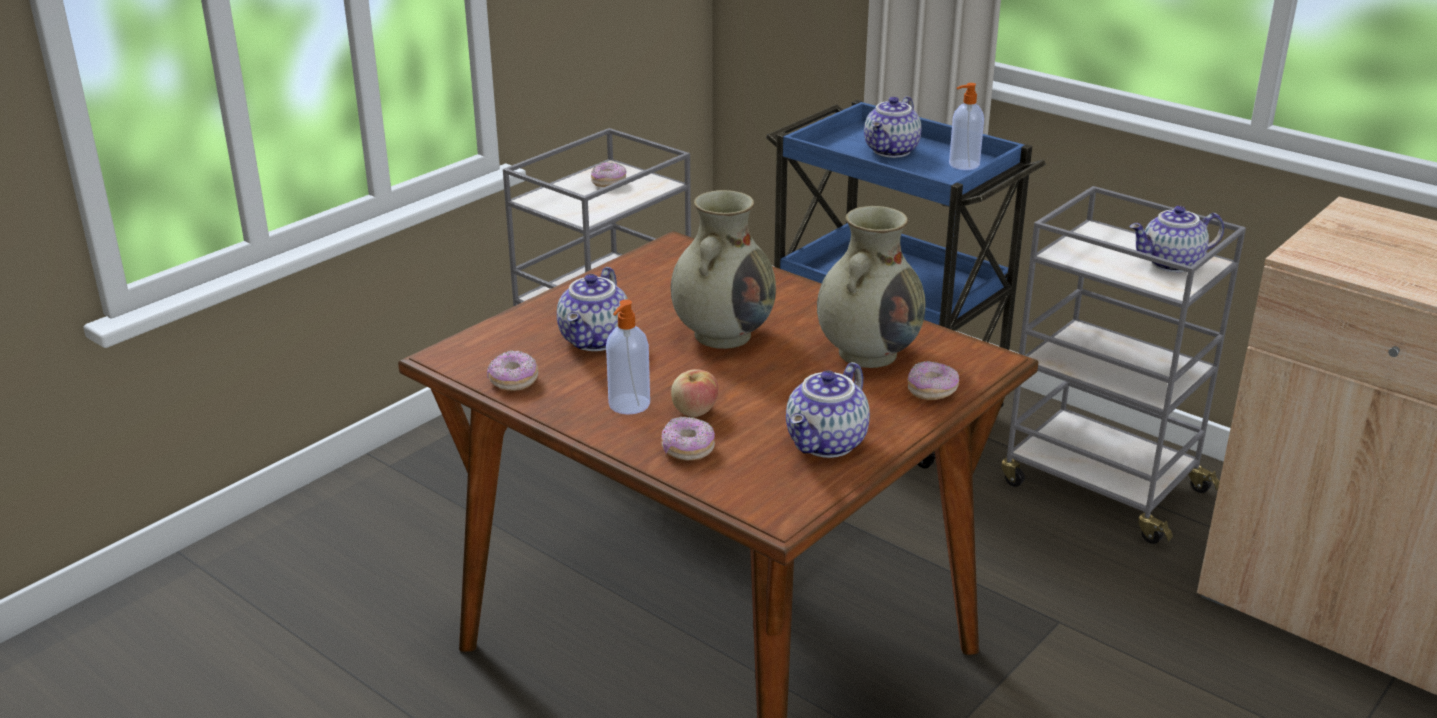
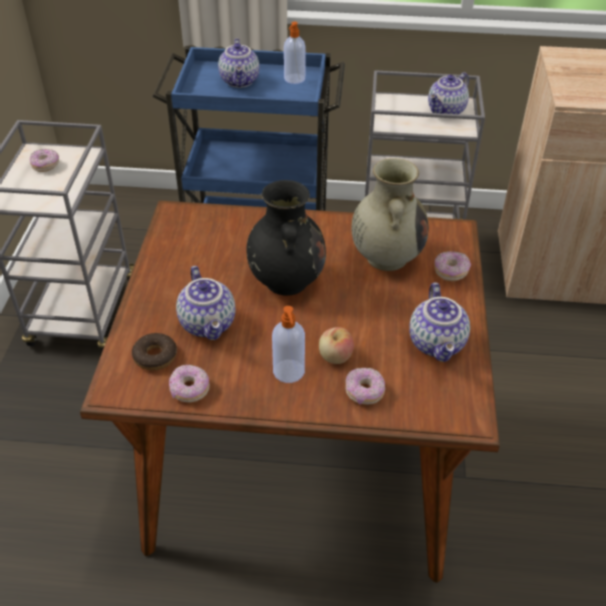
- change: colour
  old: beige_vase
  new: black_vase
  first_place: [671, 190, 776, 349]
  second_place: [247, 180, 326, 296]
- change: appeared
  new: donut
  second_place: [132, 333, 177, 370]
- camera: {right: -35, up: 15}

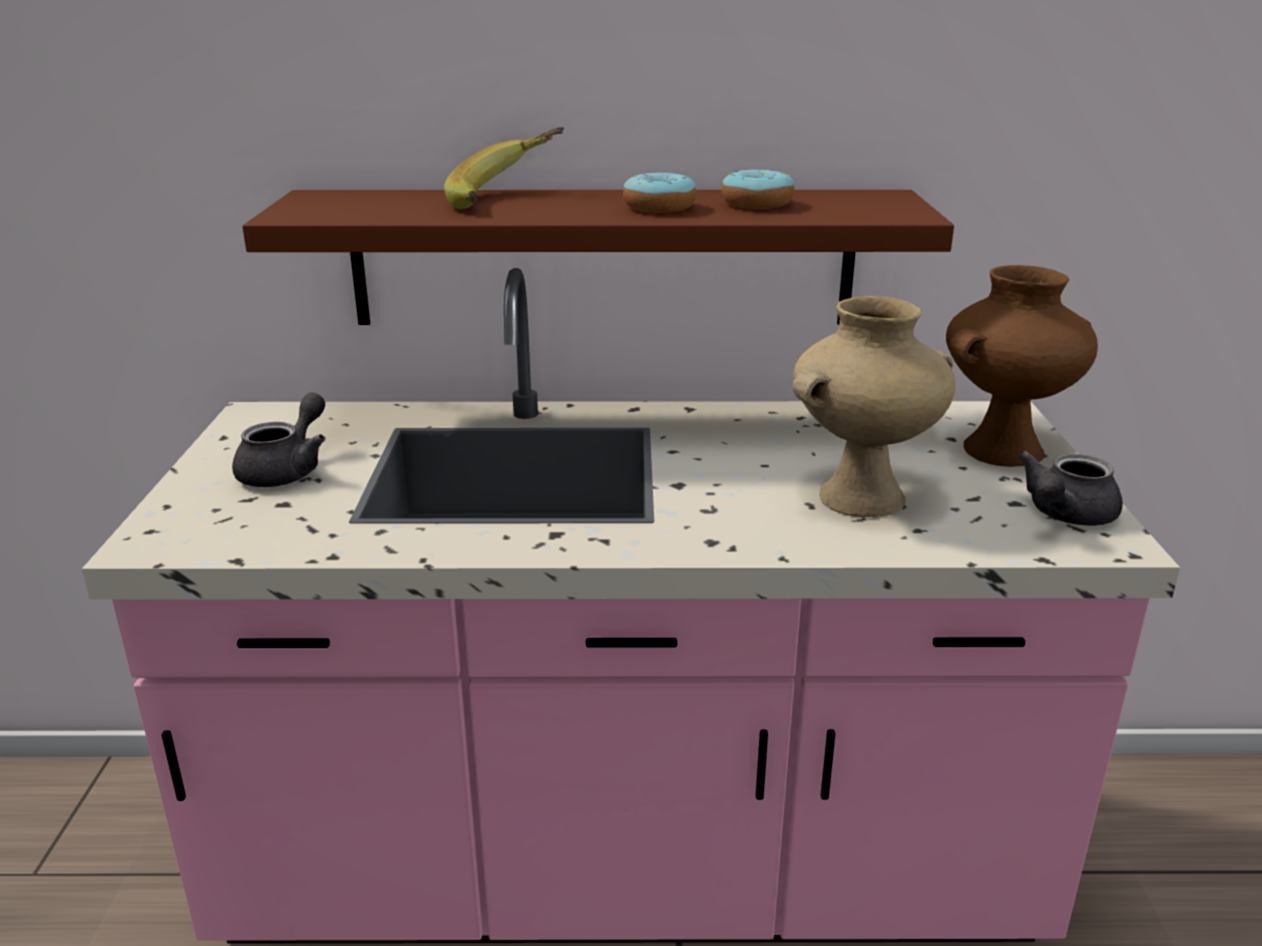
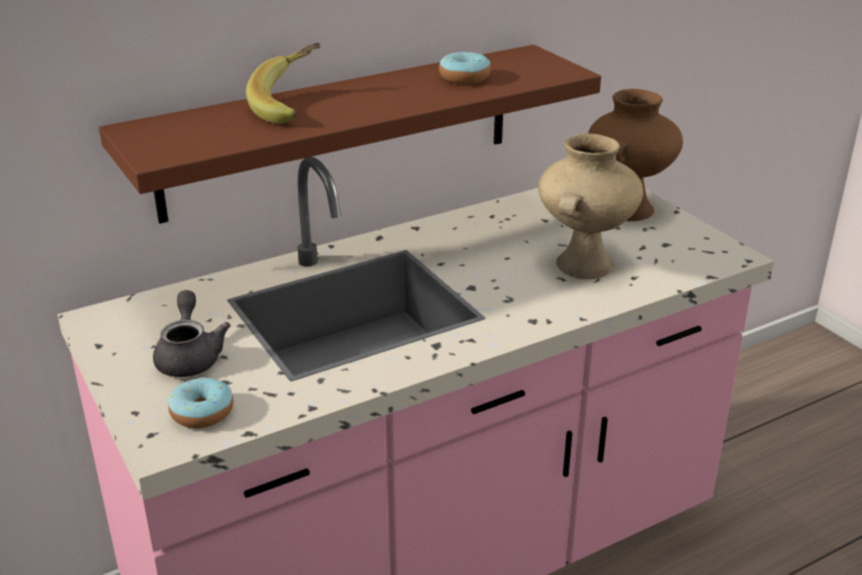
- change: relocated
  old: donut
  first_place: [623, 172, 697, 213]
  second_place: [168, 377, 233, 428]
- change: missing
  old: grey_teapot
  first_place: [1018, 451, 1123, 526]
- camera: {right: -30, up: 5}

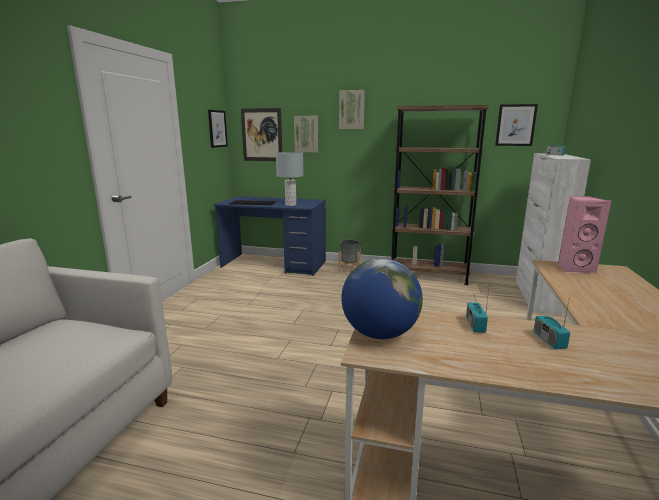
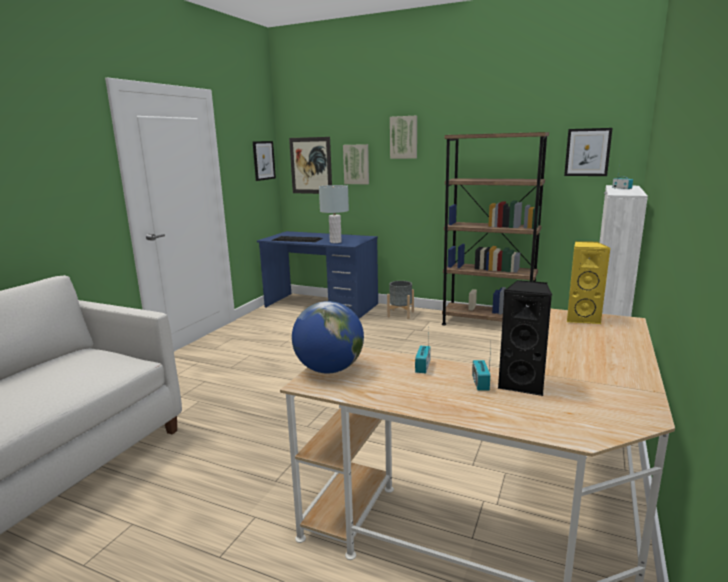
- change: colour
  old: pink_speaker
  new: yellow_speaker
  first_place: [558, 196, 612, 273]
  second_place: [567, 241, 610, 325]
- change: appeared
  new: black_speaker
  second_place: [497, 280, 552, 396]
- camera: {right: 10, up: 0}

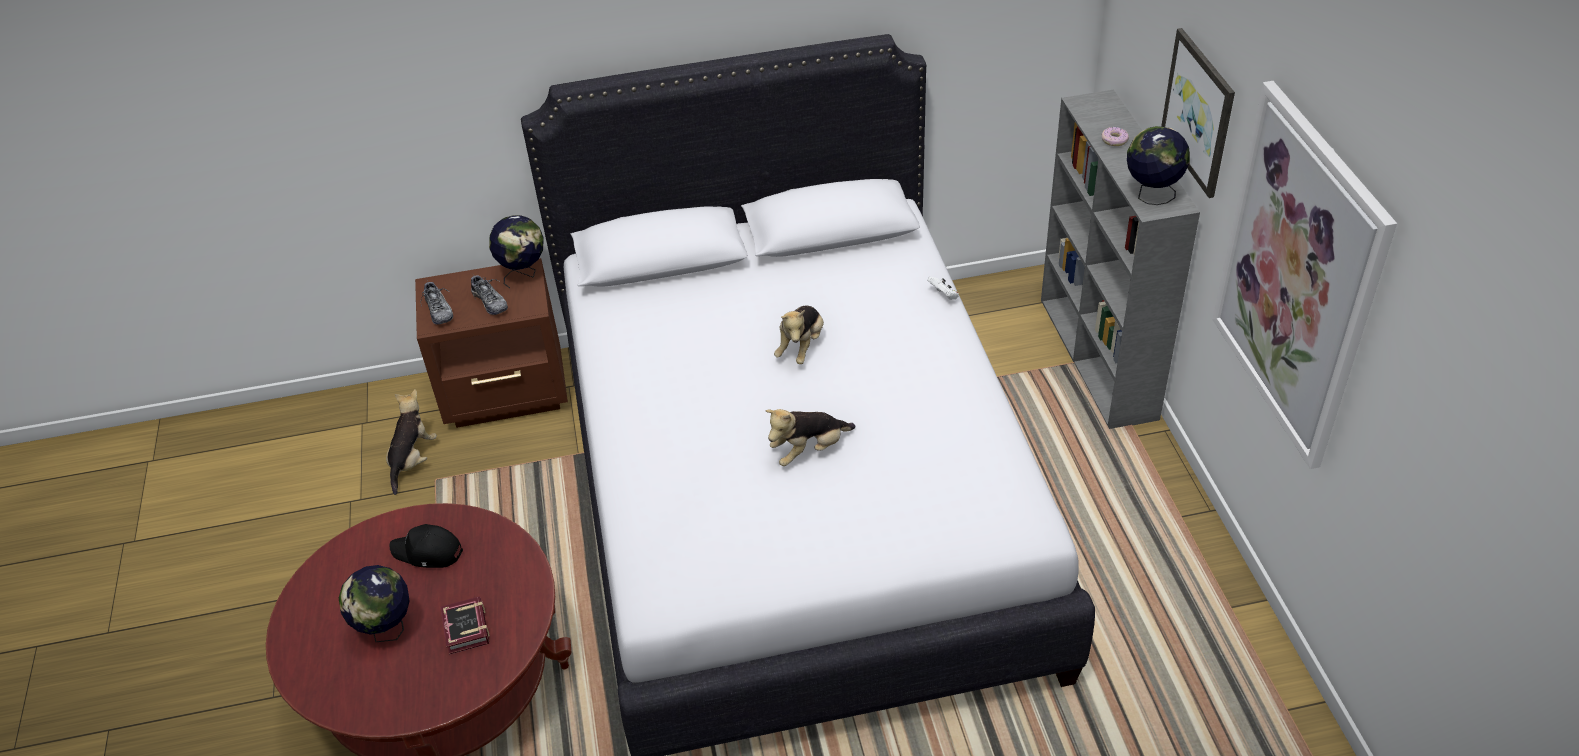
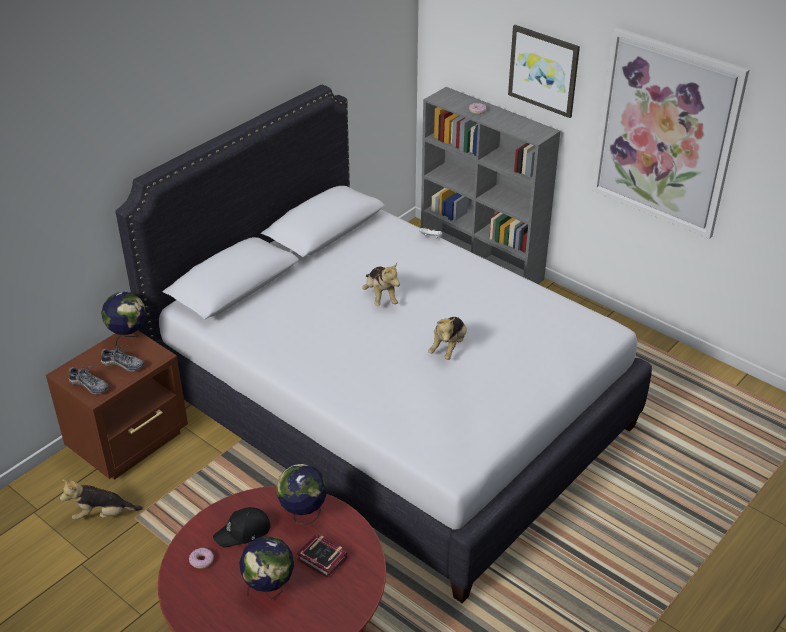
- change: spun
  old: plush_toy
  first_place: [386, 389, 437, 495]
  second_place: [60, 479, 143, 520]
  degrees: -75
- change: relocated
  old: globe
  first_place: [1127, 126, 1190, 205]
  second_place: [276, 464, 327, 525]
- change: appeared
  new: donut
  second_place: [189, 548, 214, 569]
- camera: {right: -40, up: -5}

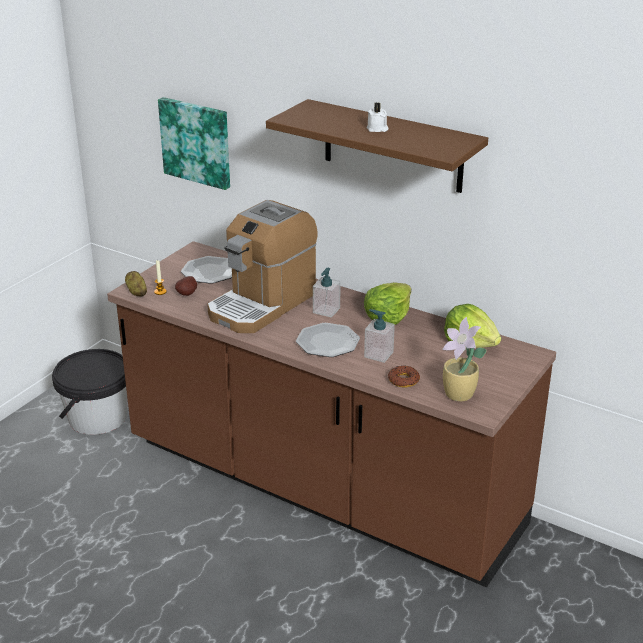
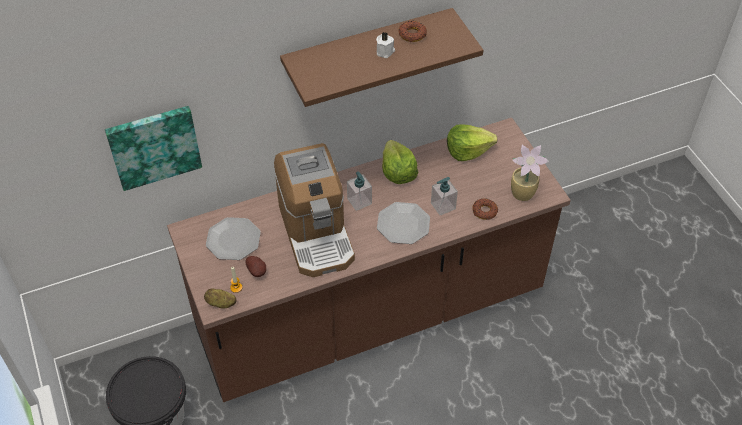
- change: appeared
  new: donut
  second_place: [399, 21, 427, 42]
- camera: {right: -55, up: 20}

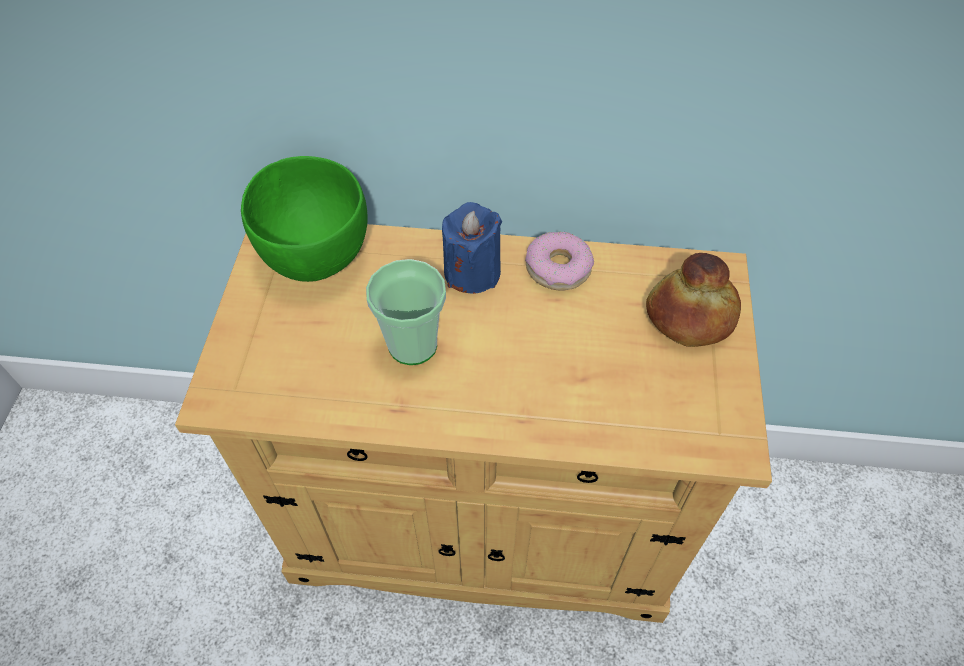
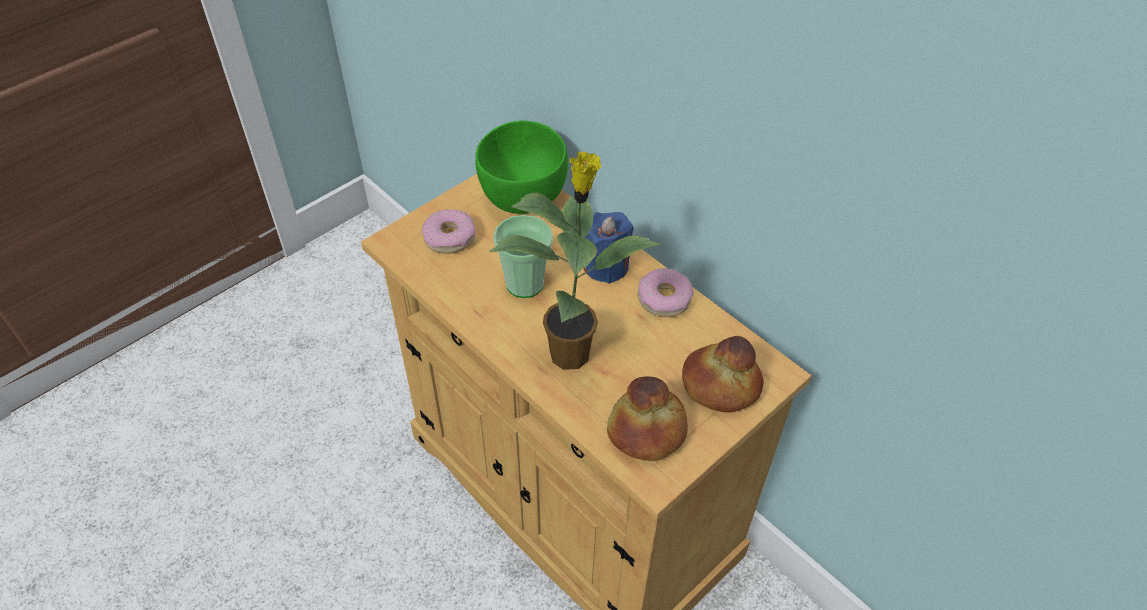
- change: appeared
  new: donut
  second_place: [422, 209, 475, 254]
- change: appeared
  new: potted_plant
  second_place: [489, 151, 662, 370]
- change: appeared
  new: bread
  second_place: [607, 376, 688, 461]
- camera: {right: 40, up: -5}

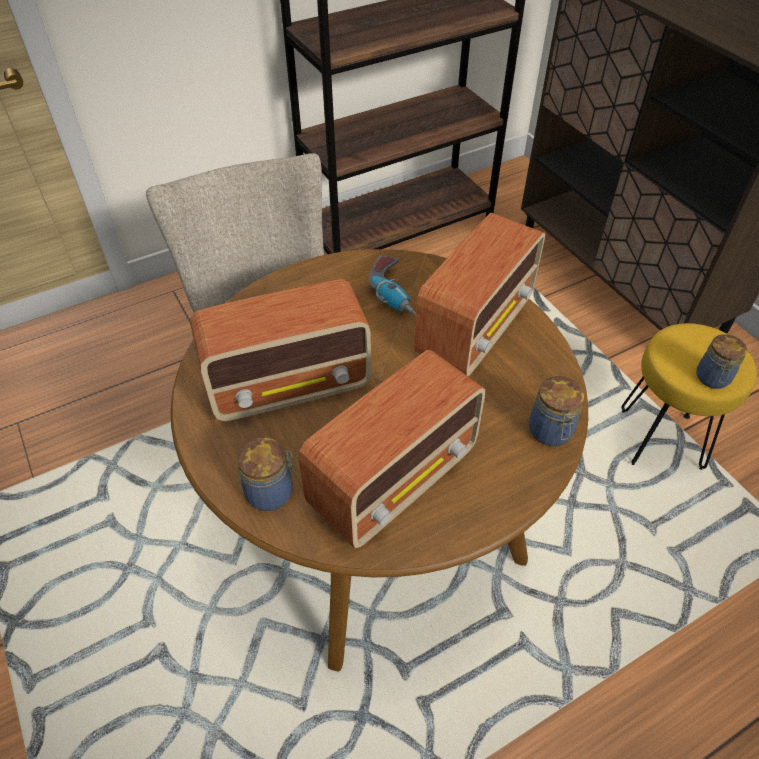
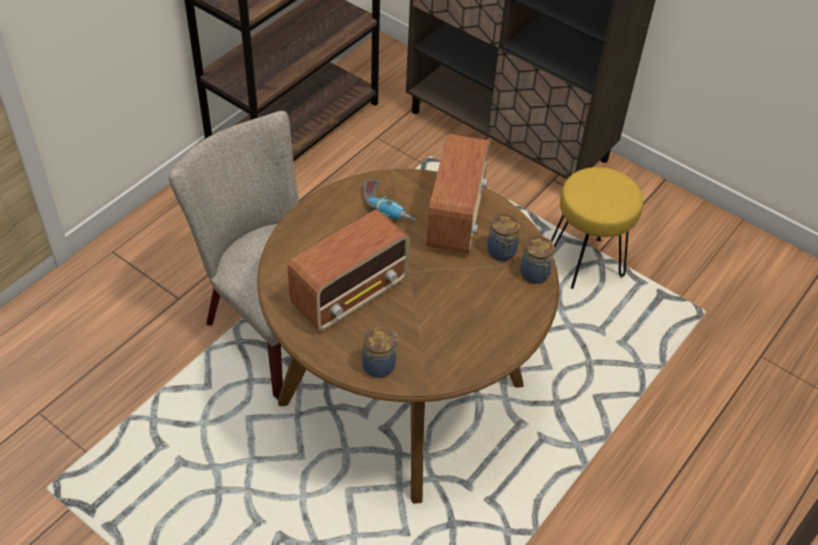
- change: missing
  old: radio
  first_place: [299, 350, 485, 548]
- change: relocated
  old: jar
  first_place: [697, 334, 747, 389]
  second_place: [487, 214, 520, 261]
- camera: {right: -25, up: 0}

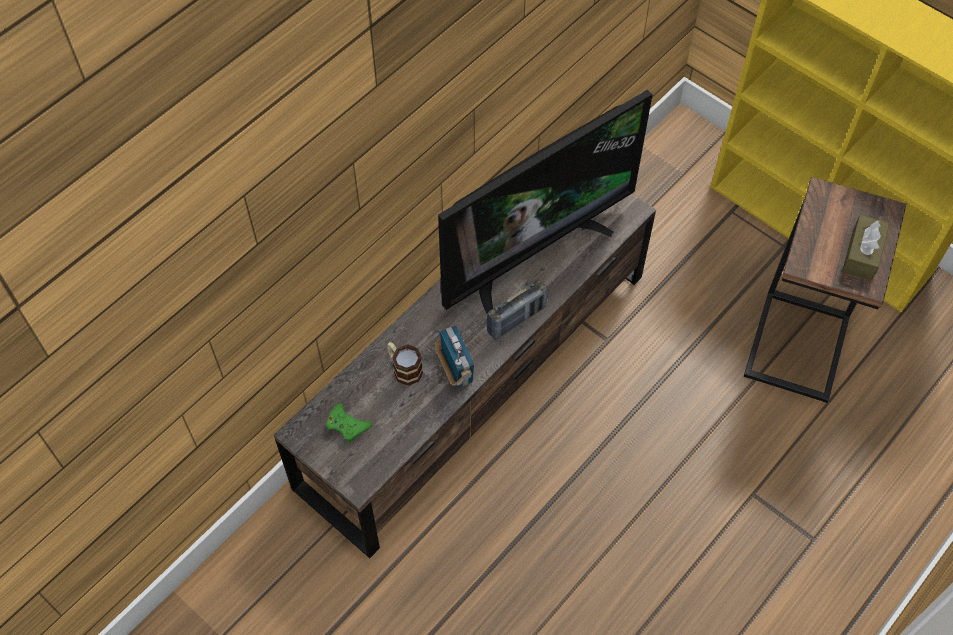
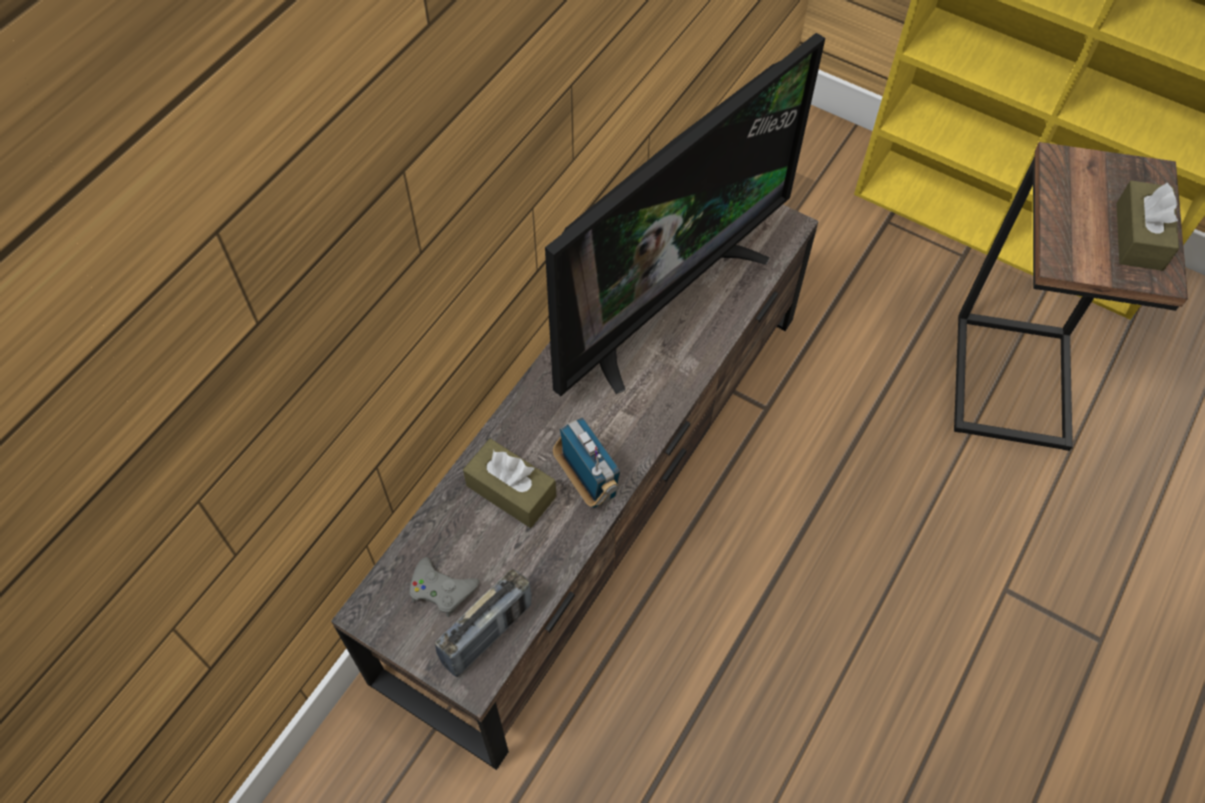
- change: colour
  old: green_game_controller
  new: grey_game_controller
  first_place: [326, 403, 373, 443]
  second_place: [409, 557, 479, 617]
- change: exchanged
  old: mug
  new: brown_tissue_box
  first_place: [387, 342, 423, 386]
  second_place: [463, 439, 557, 528]
- change: relocated
  old: radio
  first_place: [486, 279, 548, 340]
  second_place: [435, 569, 532, 677]
- camera: {right: -10, up: 0}

